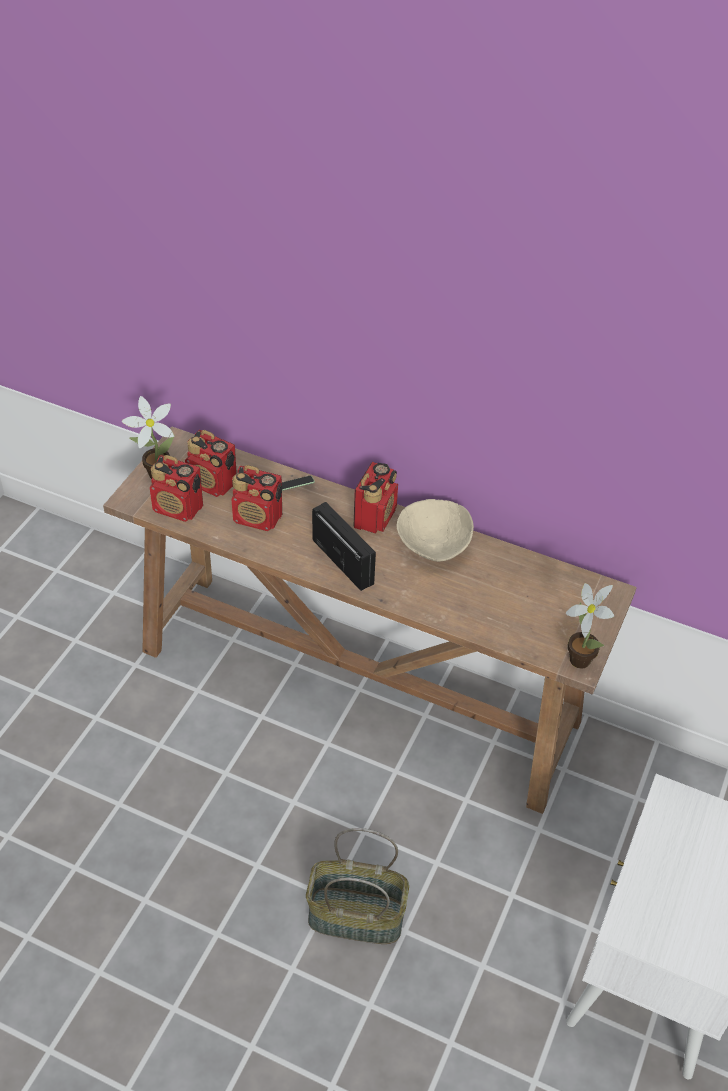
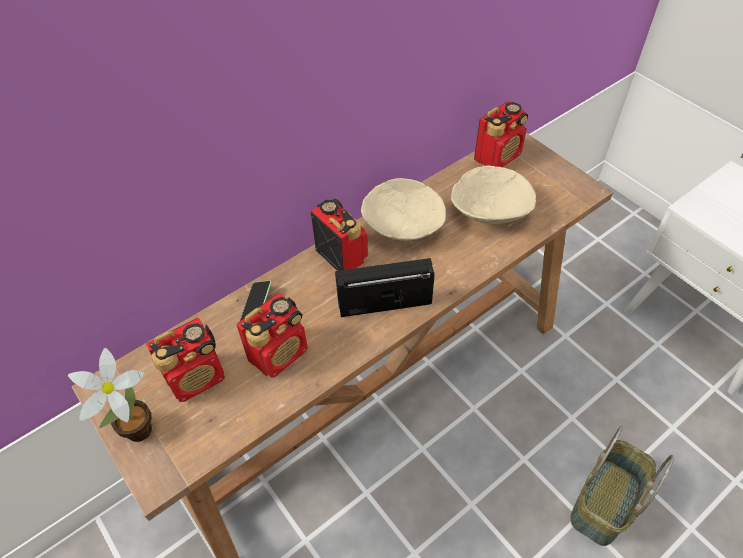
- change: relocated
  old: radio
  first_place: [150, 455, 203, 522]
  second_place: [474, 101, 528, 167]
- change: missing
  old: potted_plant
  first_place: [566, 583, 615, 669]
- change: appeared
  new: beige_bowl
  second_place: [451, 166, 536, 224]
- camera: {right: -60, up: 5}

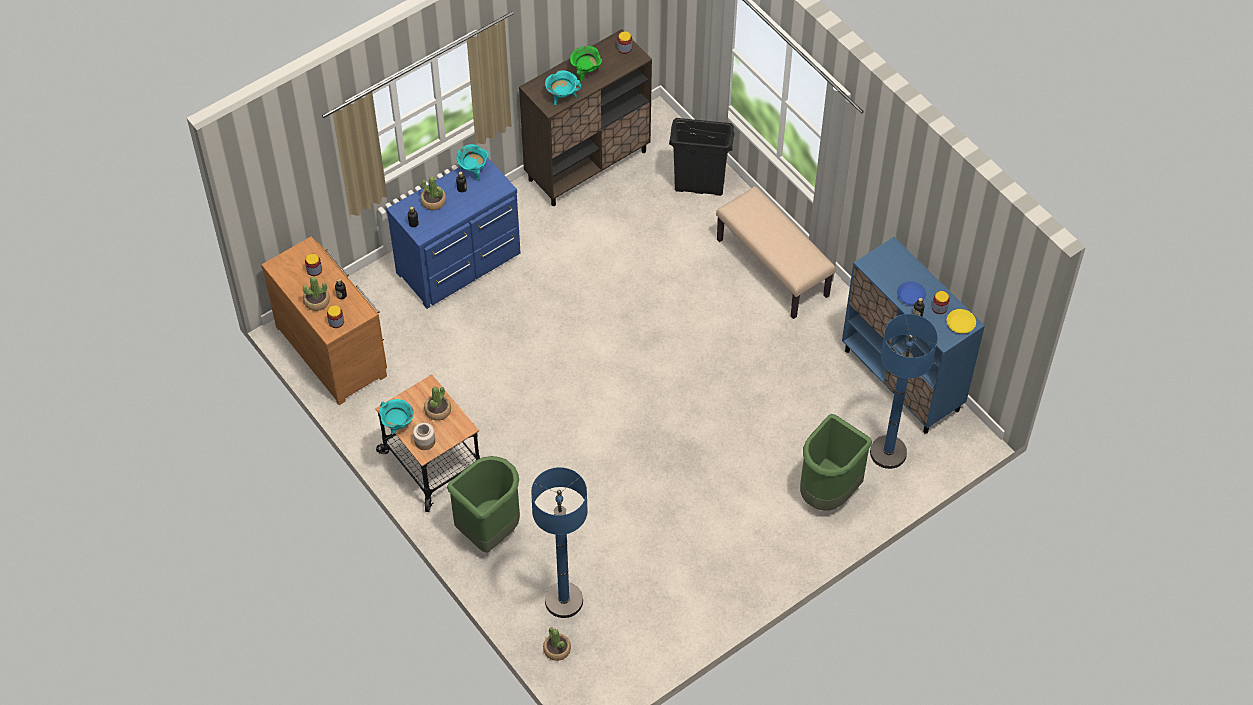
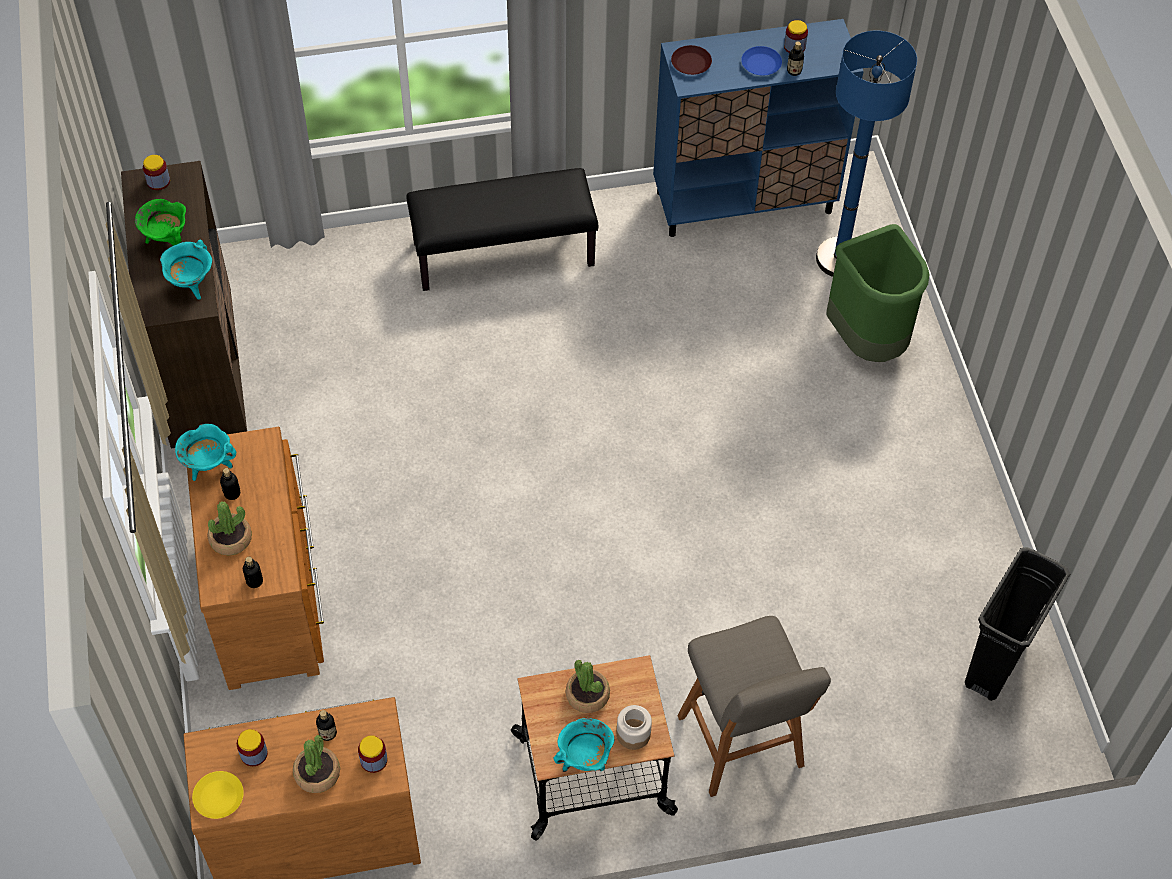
- change: colour
  old: blue_dresser
  new: brown_dresser
  first_place: [386, 158, 521, 309]
  second_place: [187, 427, 324, 690]
- change: exchanged
  old: green_trash_can
  new: grey_stool
  first_place: [447, 456, 520, 553]
  second_place: [677, 616, 831, 797]
- change: missing
  old: blue_floor_lamp
  first_place: [531, 467, 588, 618]
- change: missing
  old: potted_plant
  first_place: [543, 627, 571, 661]
- change: relocated
  old: black_trash_can
  first_place: [669, 118, 735, 196]
  second_place: [965, 547, 1070, 701]
- change: colour
  old: beige_bench
  new: black_bench
  first_place: [716, 186, 836, 319]
  second_place: [406, 168, 598, 291]
- change: relocated
  old: yellow_plate
  first_place: [947, 309, 976, 333]
  second_place: [192, 771, 244, 819]
- change: appeared
  new: brown_plate
  second_place: [671, 45, 712, 75]
- camera: {right: -65, up: 0}

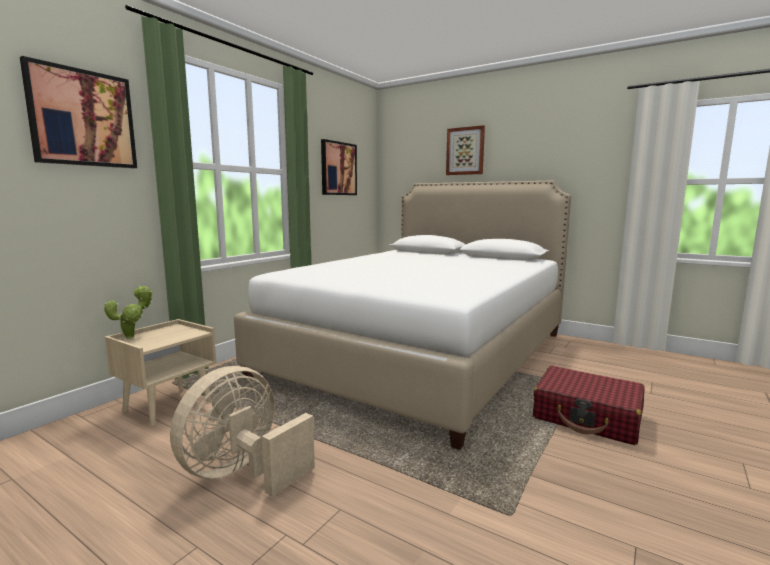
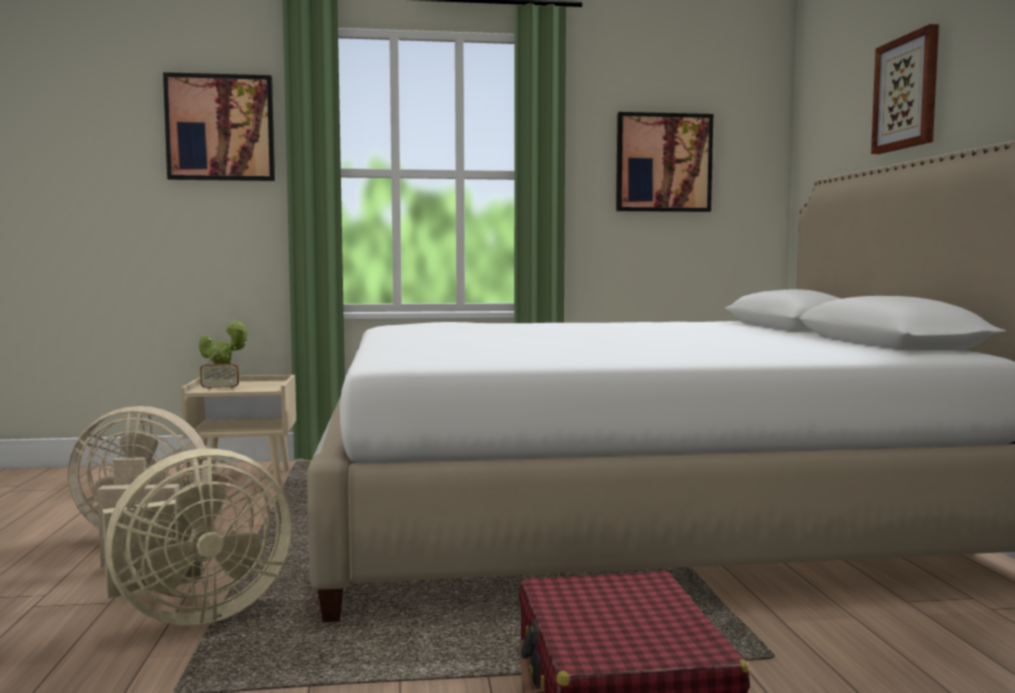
- change: appeared
  new: beige_fan
  second_place: [103, 448, 292, 626]
- change: appeared
  new: radio
  second_place: [200, 345, 239, 390]
- camera: {right: 50, up: -5}

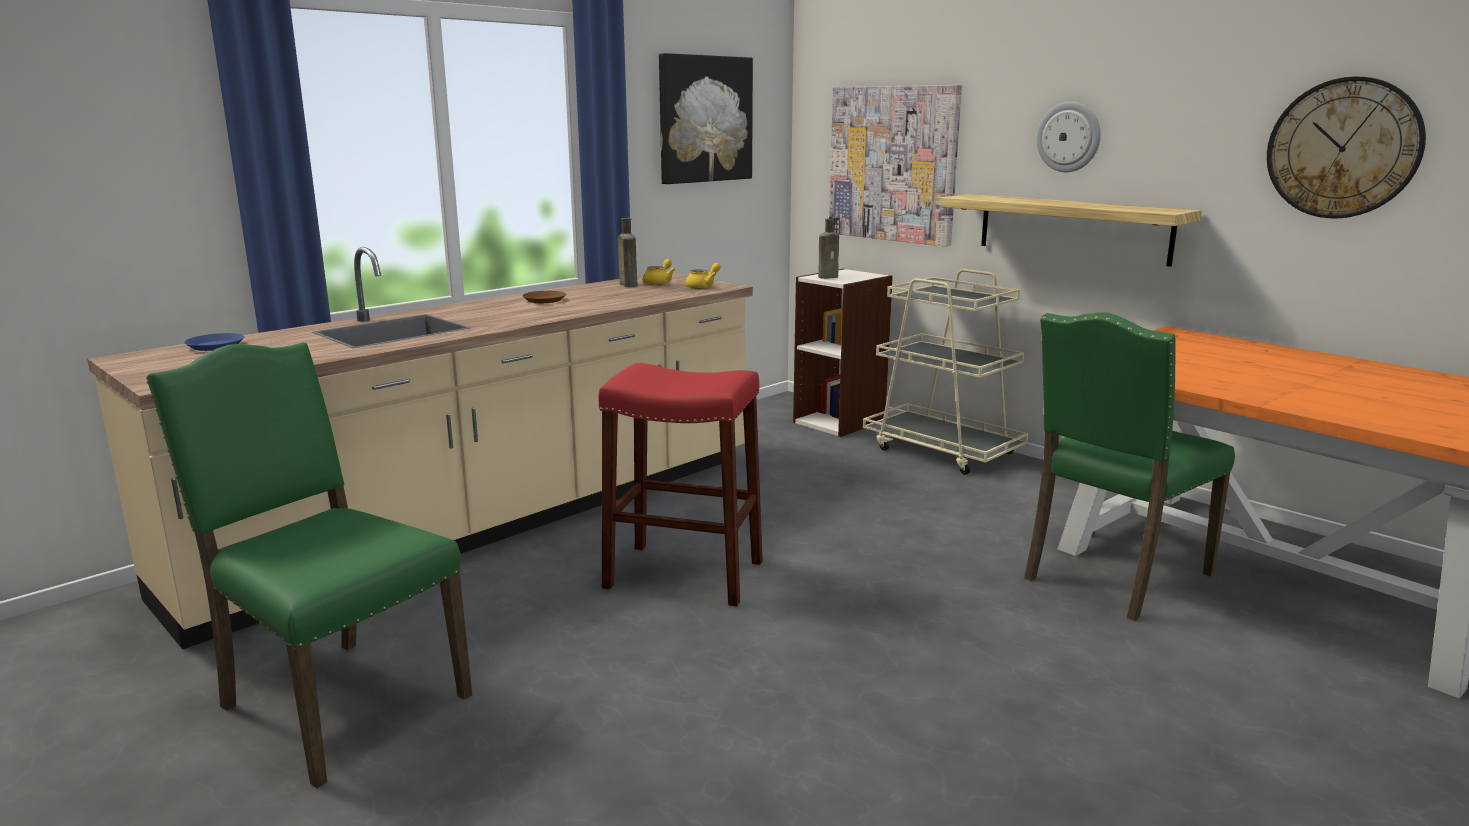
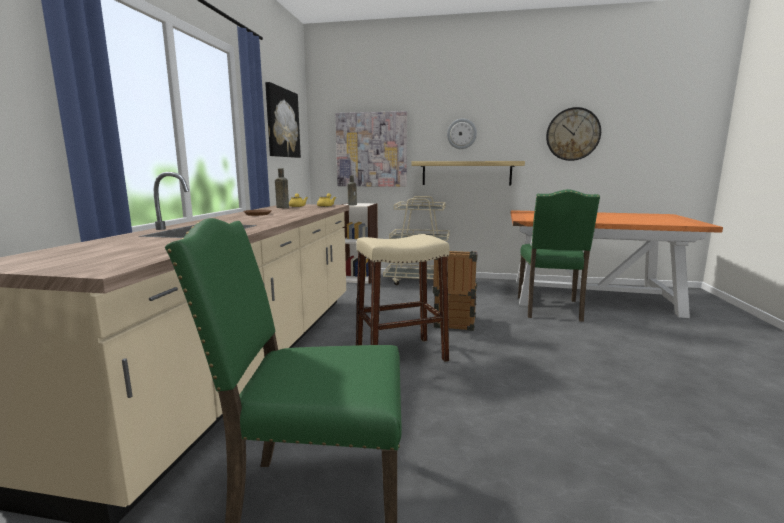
- change: missing
  old: blue_plate
  first_place: [184, 333, 245, 351]
- change: colour
  old: red_stool
  new: beige_stool
  first_place: [598, 363, 763, 607]
  second_place: [356, 234, 450, 362]
- change: appeared
  new: crate
  second_place: [432, 251, 478, 331]
- camera: {right: -35, up: -5}

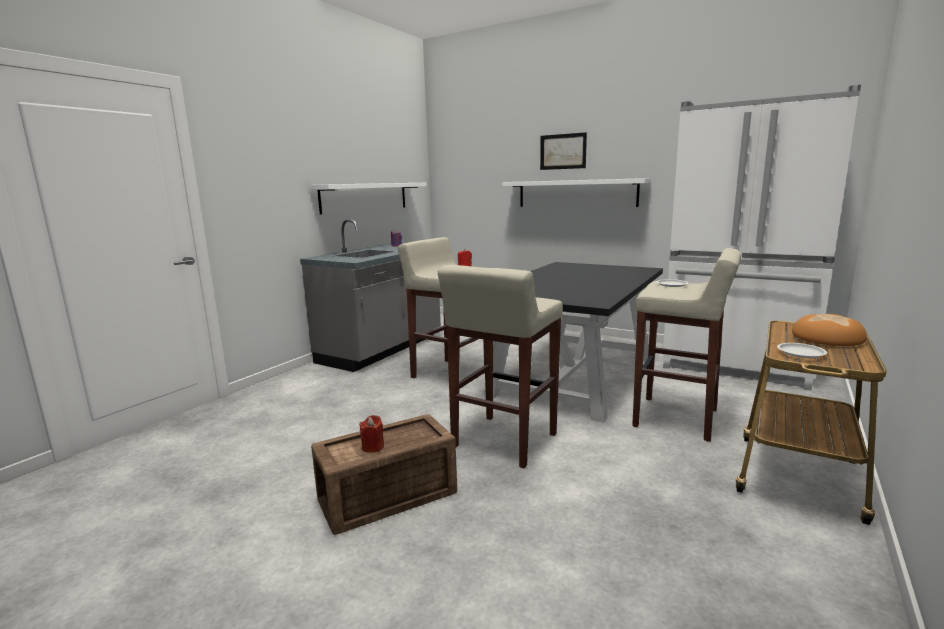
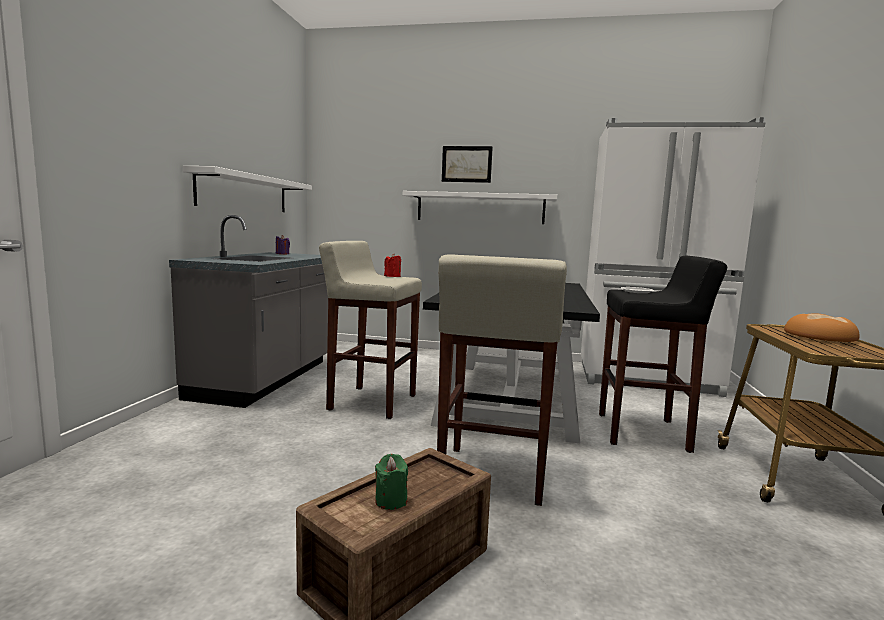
- change: colour
  old: red_candle
  new: green_candle
  first_place: [359, 415, 384, 453]
  second_place: [375, 454, 408, 510]
- change: colour
  old: beige_stool
  new: black_stool
  first_place: [632, 248, 742, 442]
  second_place: [599, 256, 727, 453]
- change: missing
  old: white_plate
  first_place: [777, 343, 827, 358]
- camera: {right: -20, up: -5}

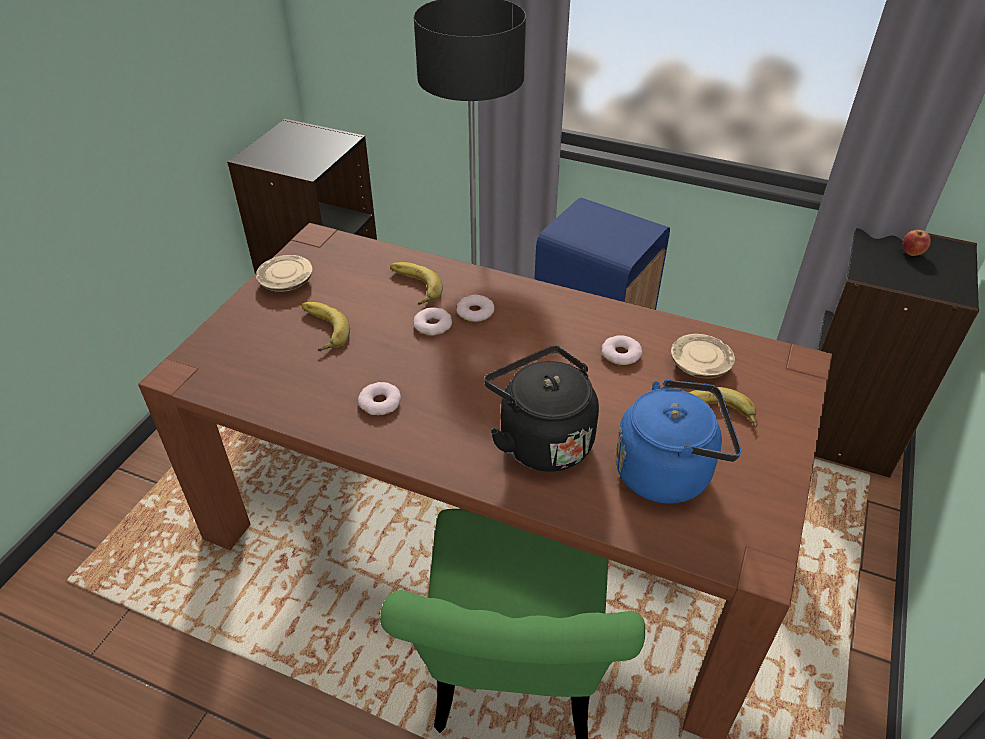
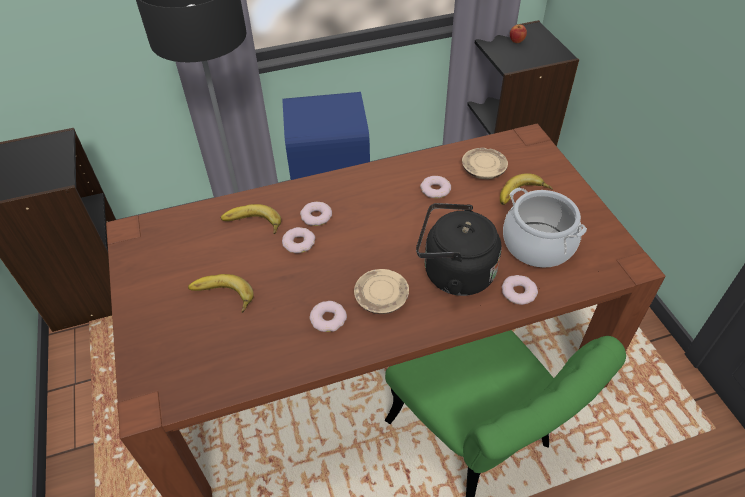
- change: relocated
  old: beige_plate
  first_place: [256, 255, 313, 292]
  second_place: [354, 269, 409, 314]
- change: exchanged
  old: blue_kettle
  new: cooking_pot
  first_place: [615, 380, 741, 504]
  second_place: [503, 187, 587, 268]
- change: appeared
  new: donut
  second_place: [502, 275, 538, 305]
- camera: {right: -40, up: 5}

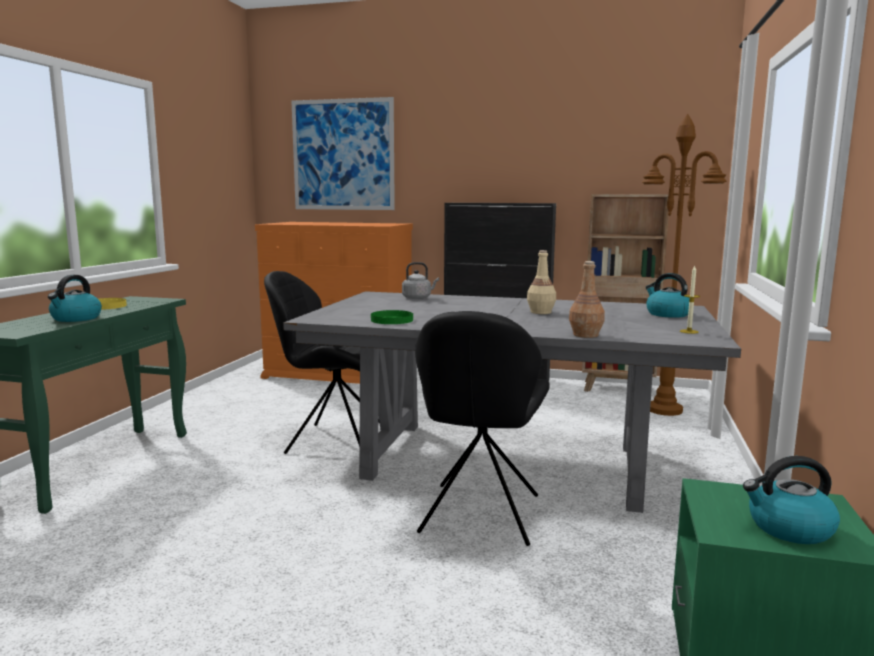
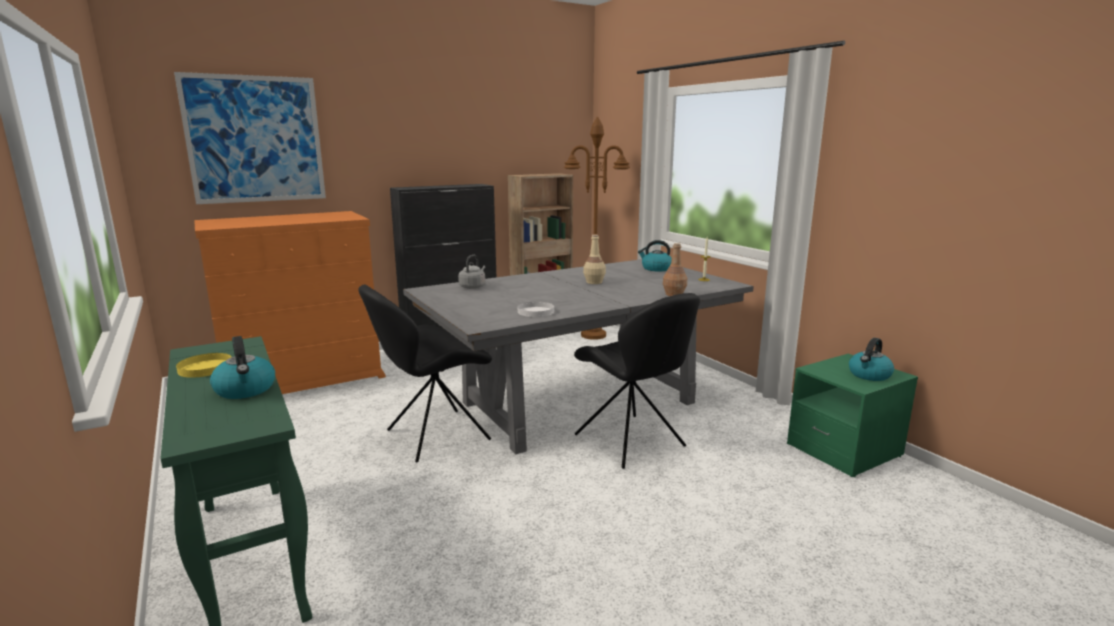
- change: colour
  old: green_plate
  new: white_plate
  first_place: [371, 310, 413, 324]
  second_place: [518, 302, 554, 317]
- camera: {right: -45, up: 5}

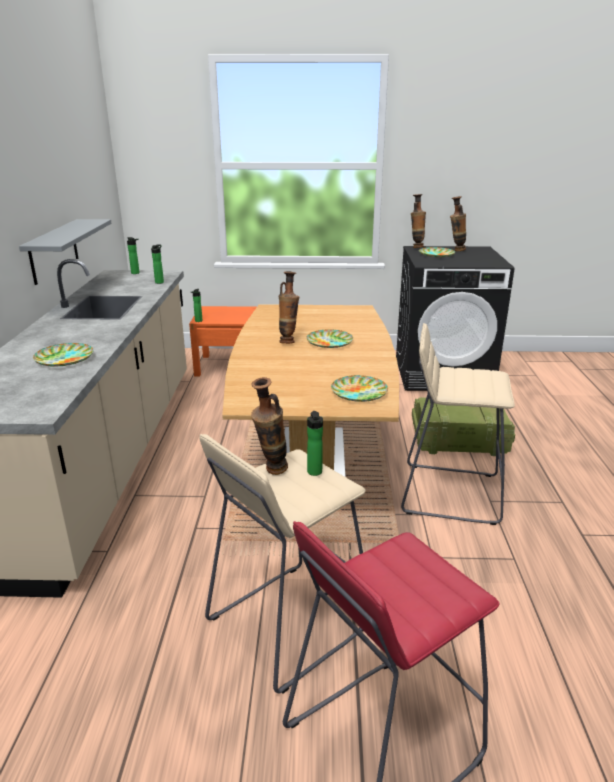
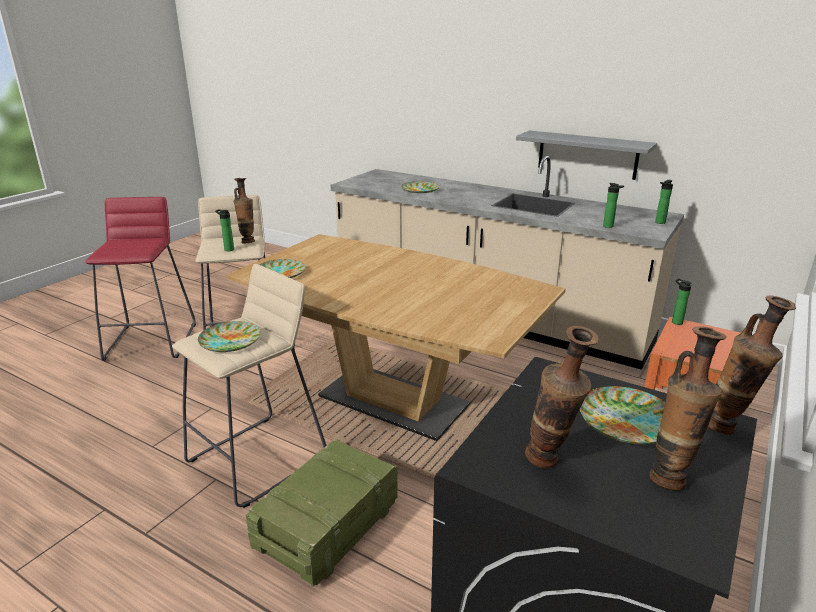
- change: relocated
  old: vase
  first_place: [279, 271, 299, 344]
  second_place: [525, 326, 599, 468]
- change: relocated
  old: plate
  first_place: [306, 329, 353, 348]
  second_place: [198, 321, 261, 352]
- camera: {right: 120, up: 0}

